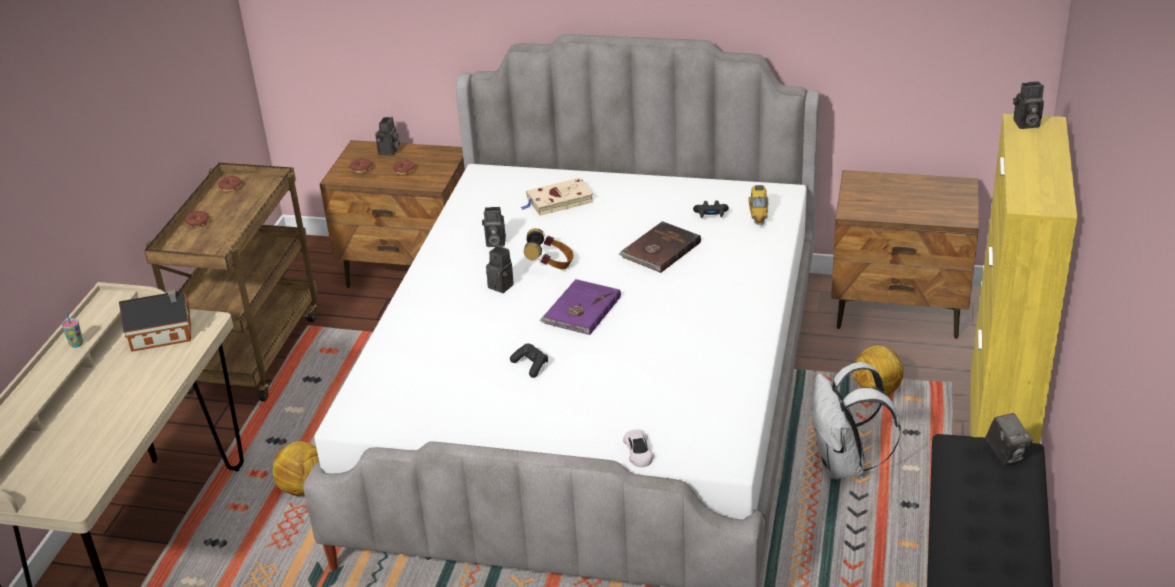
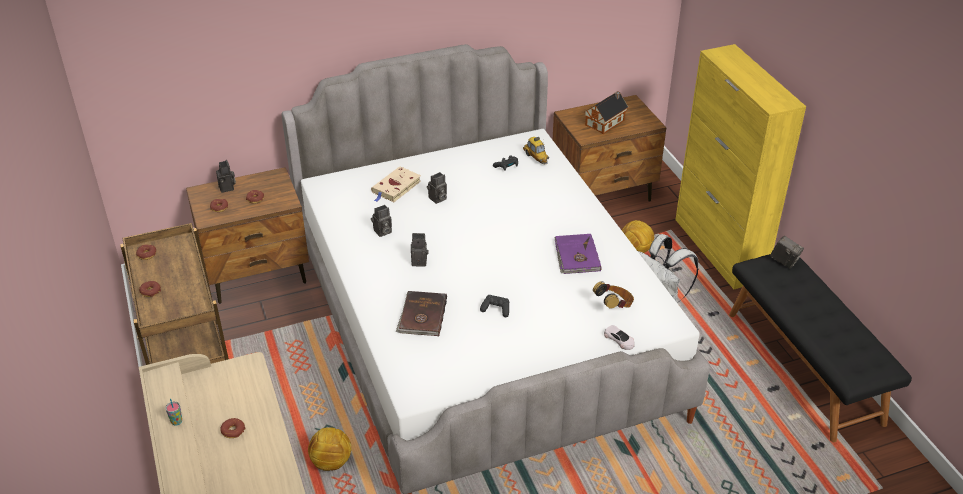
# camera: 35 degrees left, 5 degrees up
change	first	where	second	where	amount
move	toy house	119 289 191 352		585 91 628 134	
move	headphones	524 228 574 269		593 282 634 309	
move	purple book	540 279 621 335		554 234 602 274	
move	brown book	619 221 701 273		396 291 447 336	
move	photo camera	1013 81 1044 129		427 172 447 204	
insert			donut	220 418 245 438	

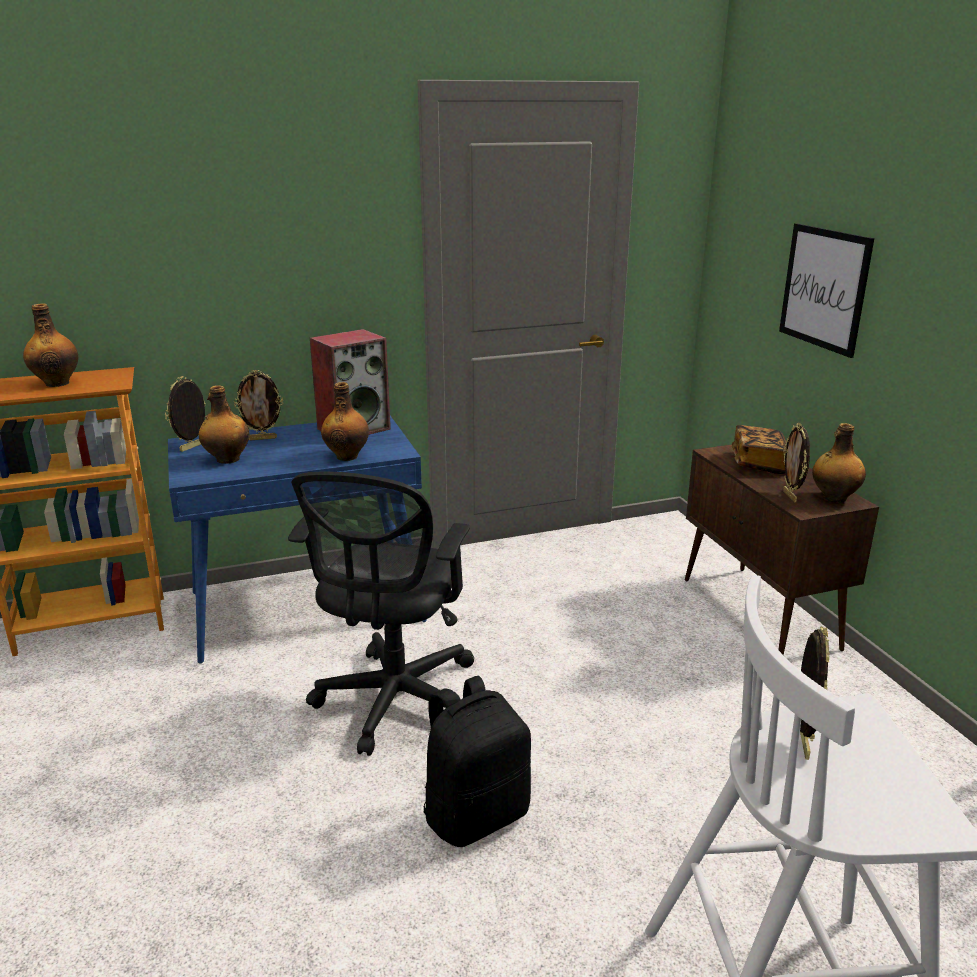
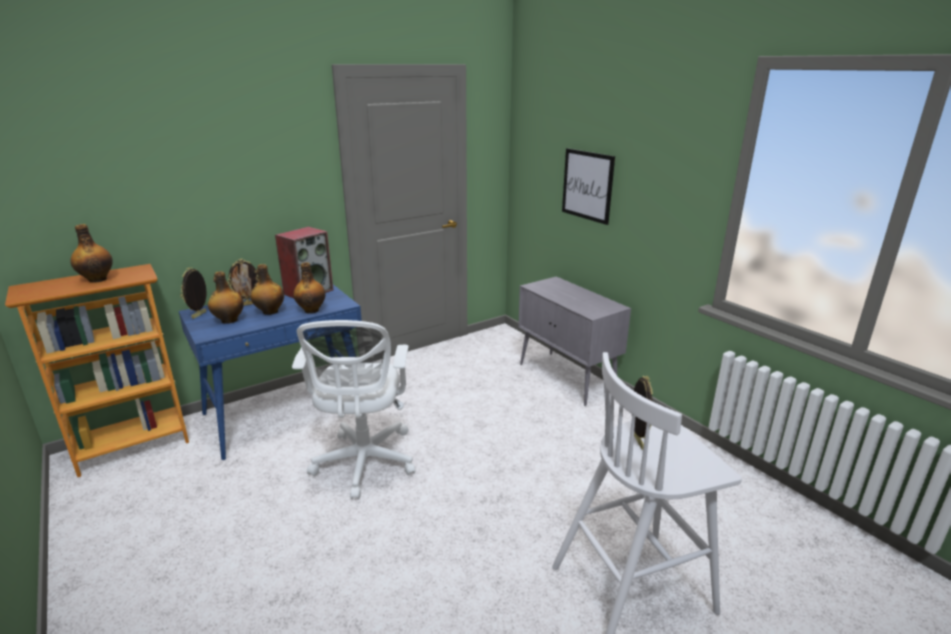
# camera: 15 degrees left, 0 degrees up
change	first	where	second	where	amount
recolor	black office chair	288 472 474 756	white office chair	292 320 415 499	
delete	black backpack	424 676 531 847			
recolor	brown cabinet	685 444 879 655	grey cabinet	518 276 631 406	
delete	book	732 425 786 474			
delete	picture frame	783 423 810 502			
move	bottle	812 423 866 503		251 264 284 315	

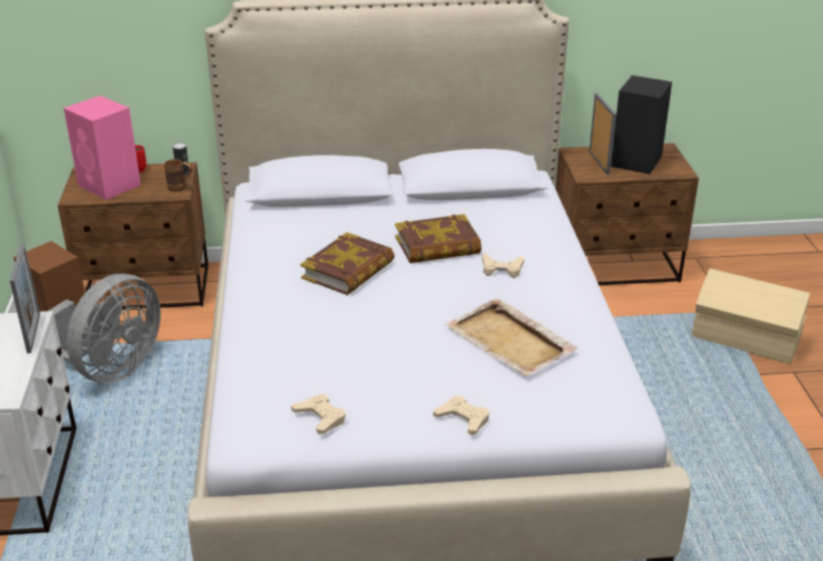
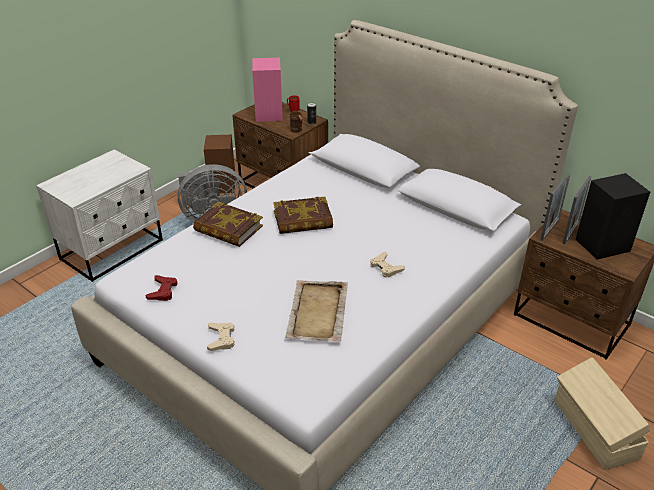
# camera: 45 degrees right, 5 degrees up
change	first	where	second	where	amount
move	picture frame	10 244 40 353		540 173 571 241	
recolor	beige game controller	291 394 346 434	red game controller	145 275 177 301	
move	book	395 214 481 263		193 201 263 247	

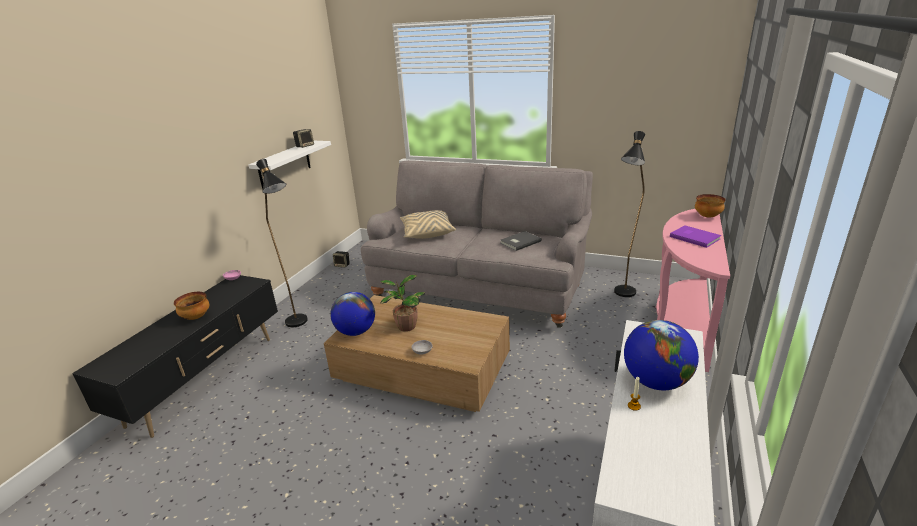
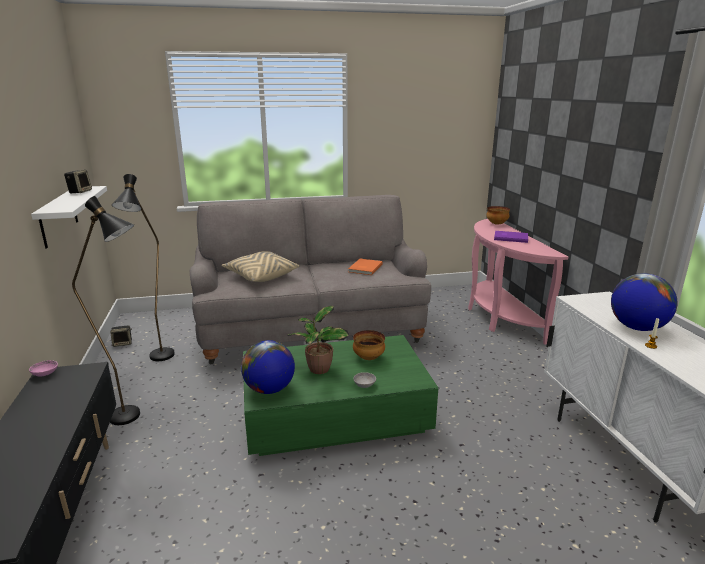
# camera: 35 degrees left, 5 degrees down
change	first	where	second	where	amount
move	bowl	174 292 209 320		353 330 385 360	
recolor	brown coffee table	324 295 510 412	green coffee table	243 335 438 456	
recolor	grey book	500 231 542 251	orange book	348 259 383 275	
move	black floor lamp	614 131 645 297		112 174 175 361	

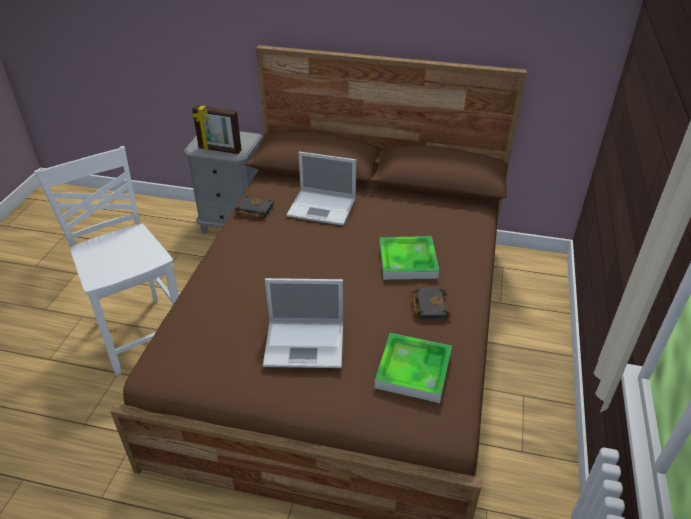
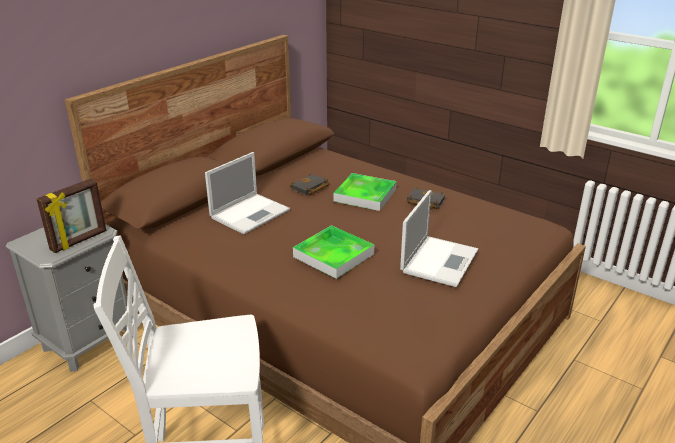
# camera: 65 degrees left, 10 degrees down
change	first	where	second	where	amount
move	black book	235 196 274 219		289 174 330 196	
move	tray	374 333 452 403		293 225 375 279	

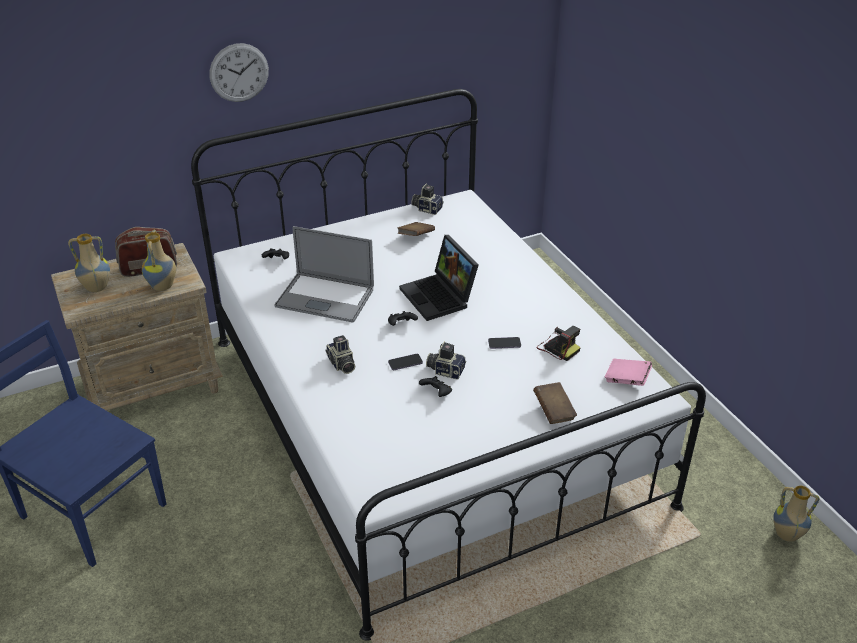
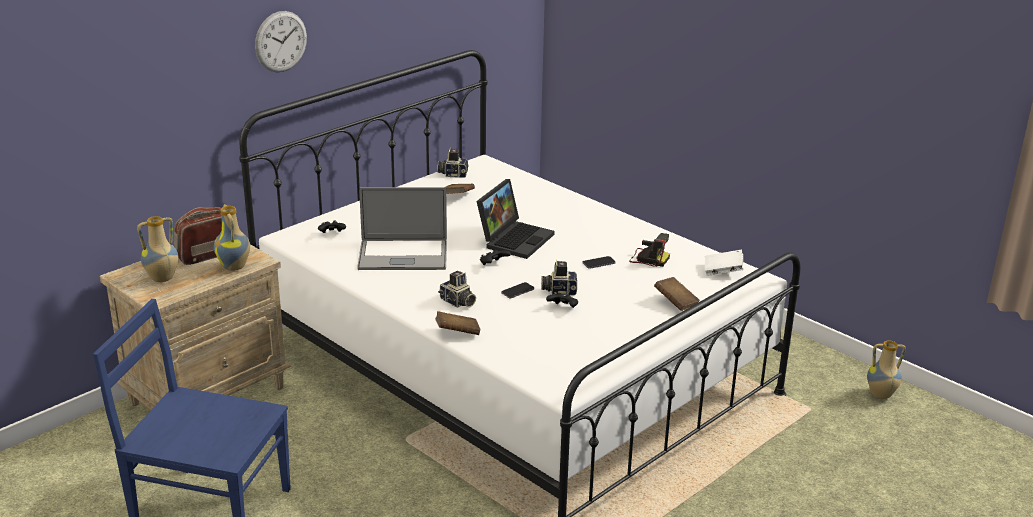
# camera: 20 degrees left, 10 degrees down
change	first	where	second	where	amount
rotate	laptop	399 235 479 321		476 179 555 259	105 degrees counterclockwise
recolor	pink book	605 359 652 386	white book	705 249 744 276	
insert			brown book	435 311 480 335	

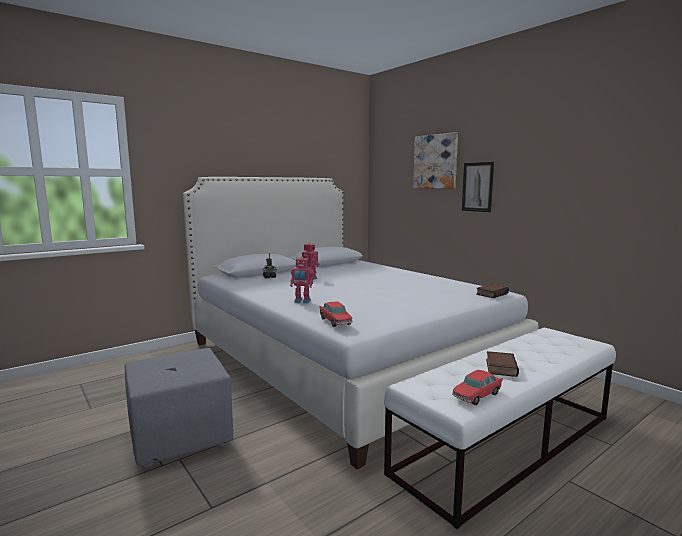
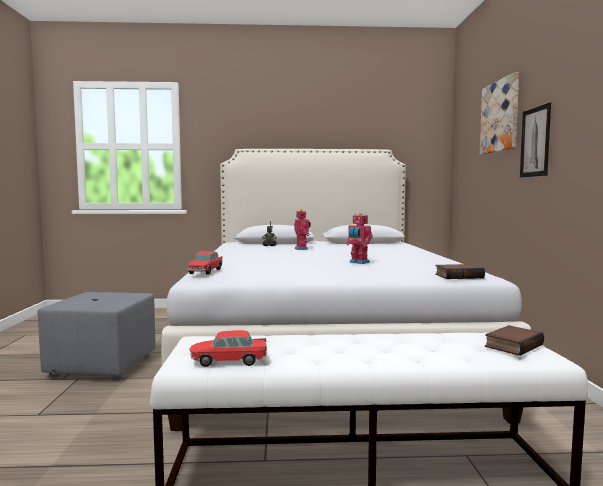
# camera: 35 degrees right, 5 degrees down
change	first	where	second	where	amount
move	toy robot	290 256 314 303		346 213 373 264	
move	book	486 351 519 377		485 325 544 356	

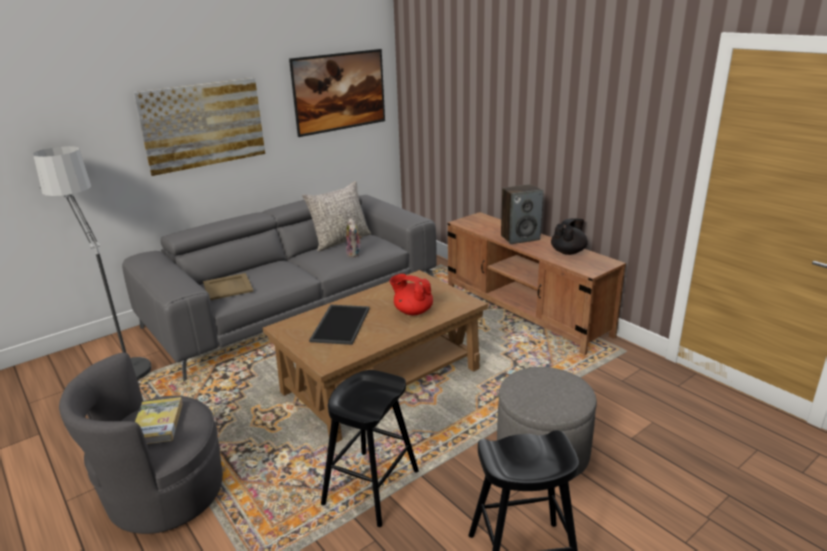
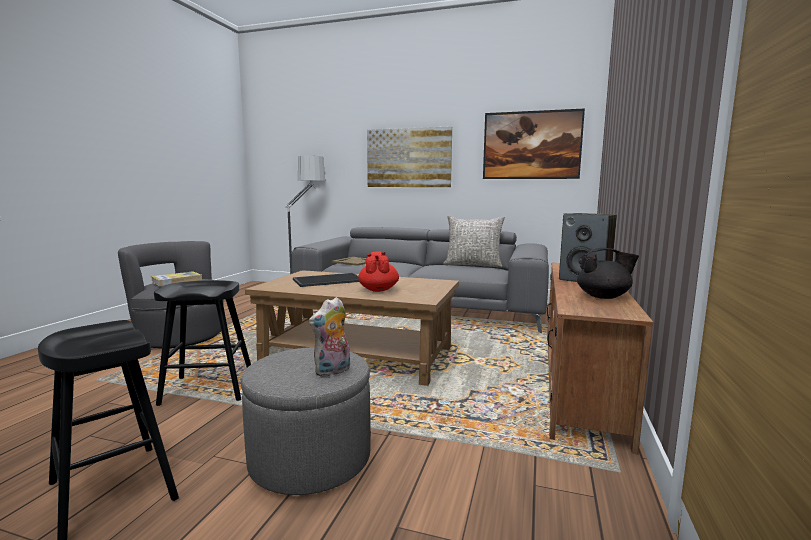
# camera: 55 degrees right, 15 degrees down
change	first	where	second	where	amount
move	plush toy	346 218 362 257		309 297 350 377	

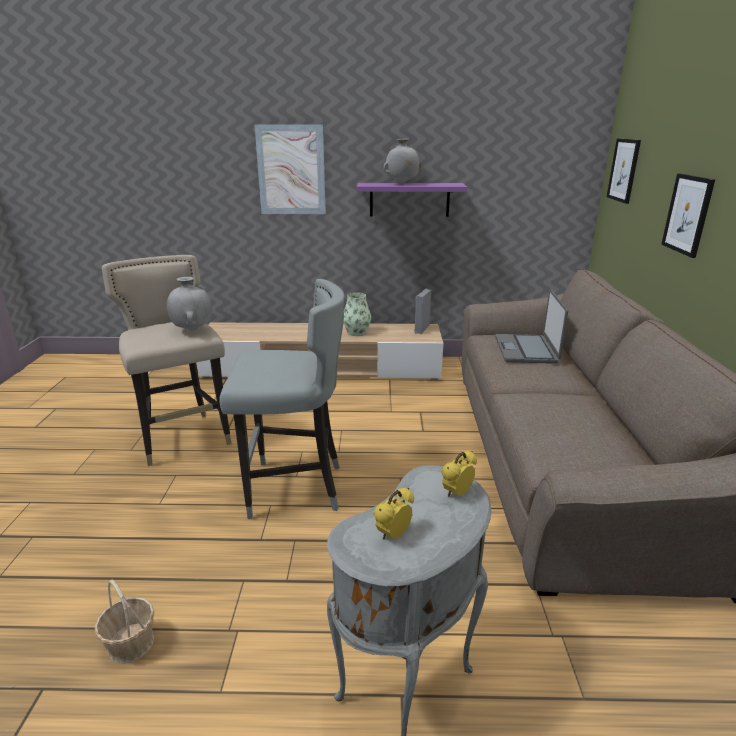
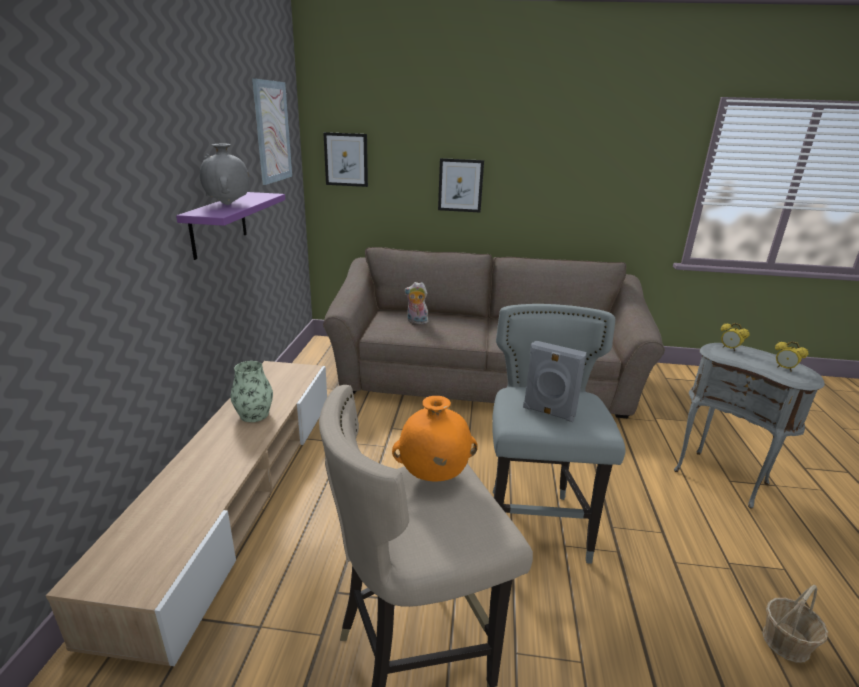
# camera: 85 degrees left, 0 degrees up
change	first	where	second	where	amount
recolor	grey vase	167 277 212 331	orange vase	392 396 478 482	
move	picture	254 125 326 214		252 78 292 185	
move	grey speaker	414 289 431 334		523 340 587 422	
replace	laptop	495 289 568 364	plush toy	404 282 428 324	

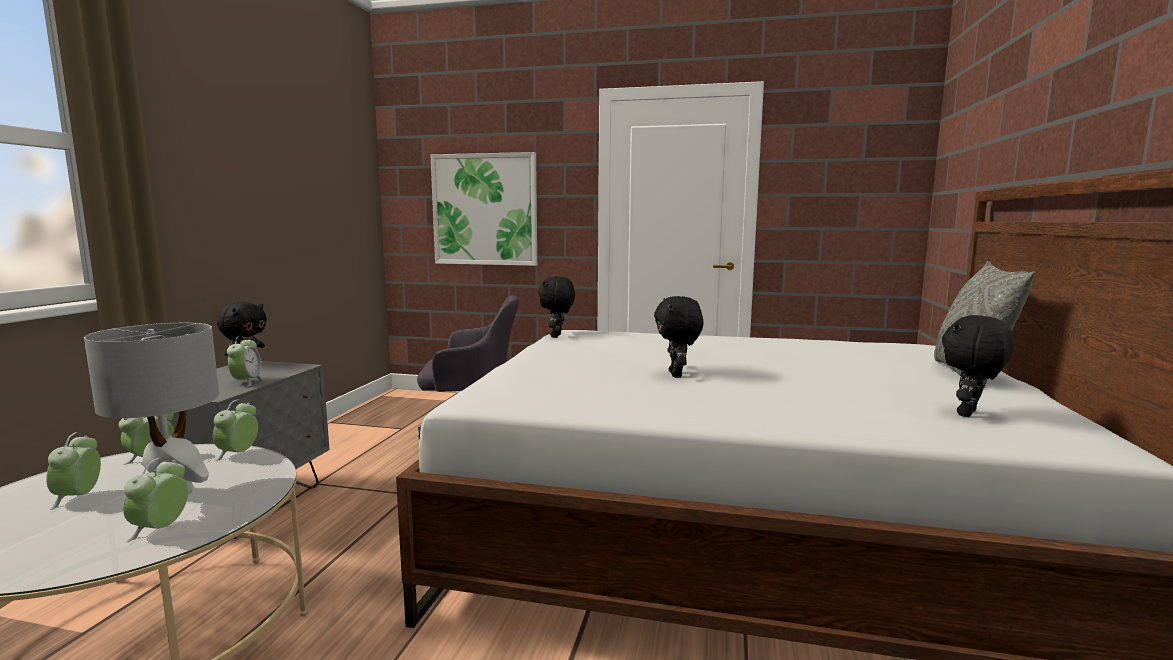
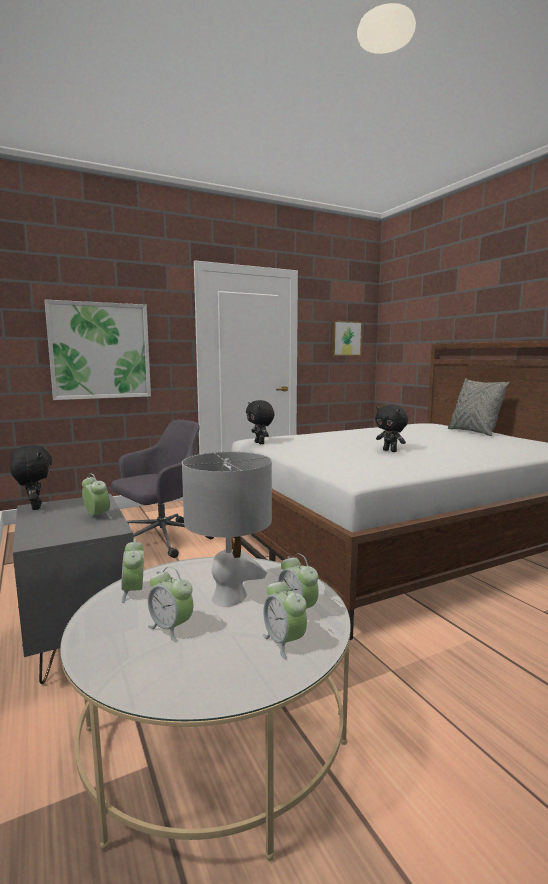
# camera: 40 degrees left, 0 degrees up
change	first	where	second	where	amount
move	alarm clock	213 399 258 461		263 578 307 659	
delete	black plush toy	942 315 1014 417			
insert			picture	331 321 362 356	

